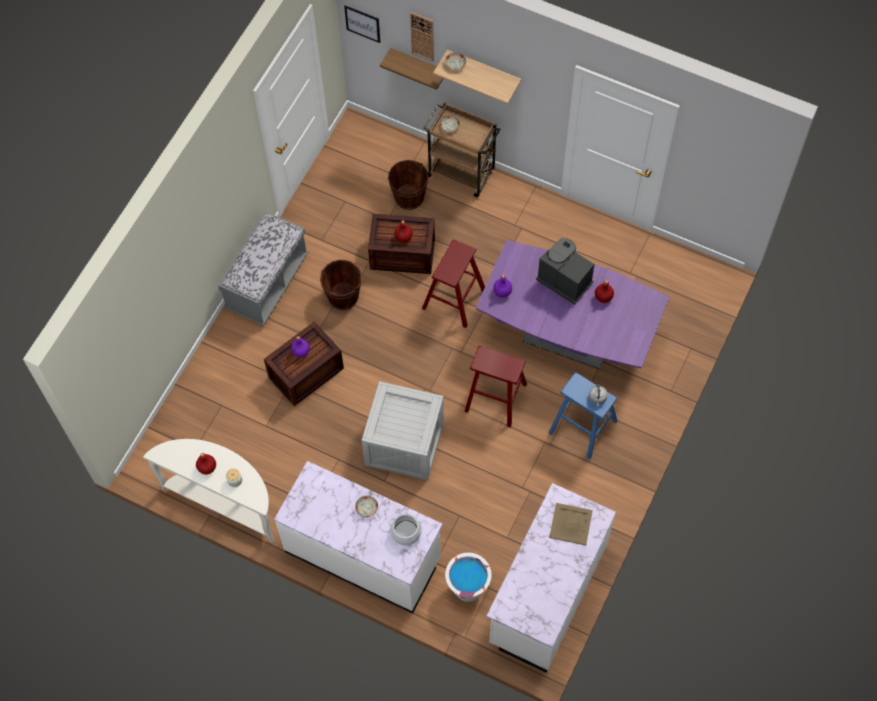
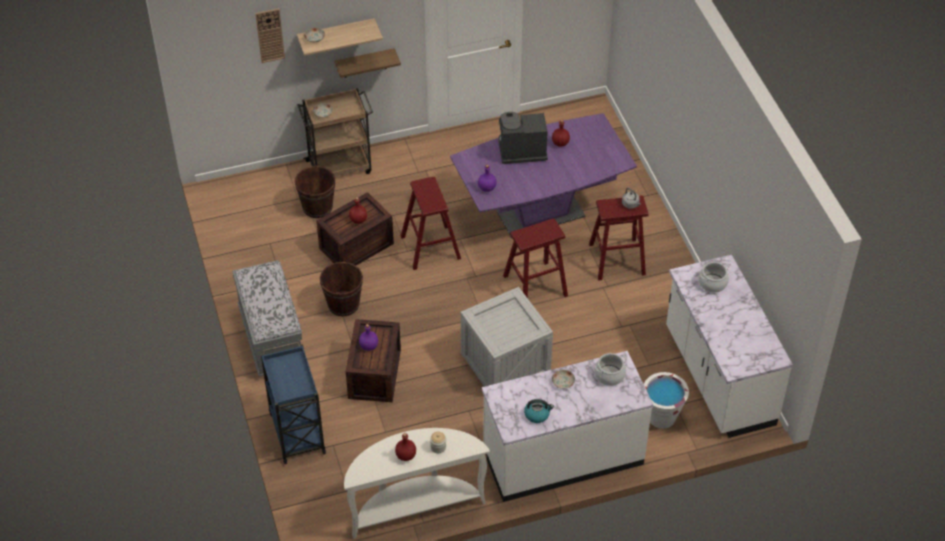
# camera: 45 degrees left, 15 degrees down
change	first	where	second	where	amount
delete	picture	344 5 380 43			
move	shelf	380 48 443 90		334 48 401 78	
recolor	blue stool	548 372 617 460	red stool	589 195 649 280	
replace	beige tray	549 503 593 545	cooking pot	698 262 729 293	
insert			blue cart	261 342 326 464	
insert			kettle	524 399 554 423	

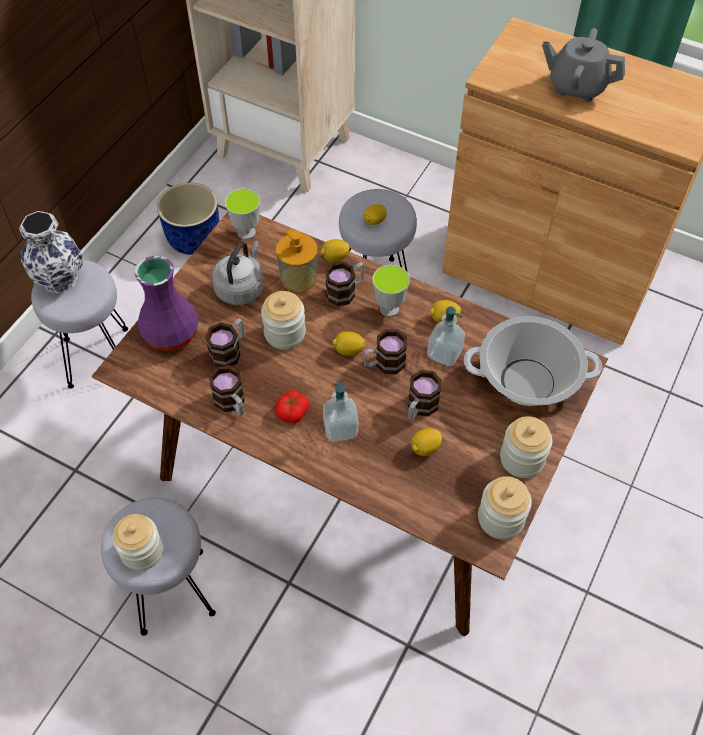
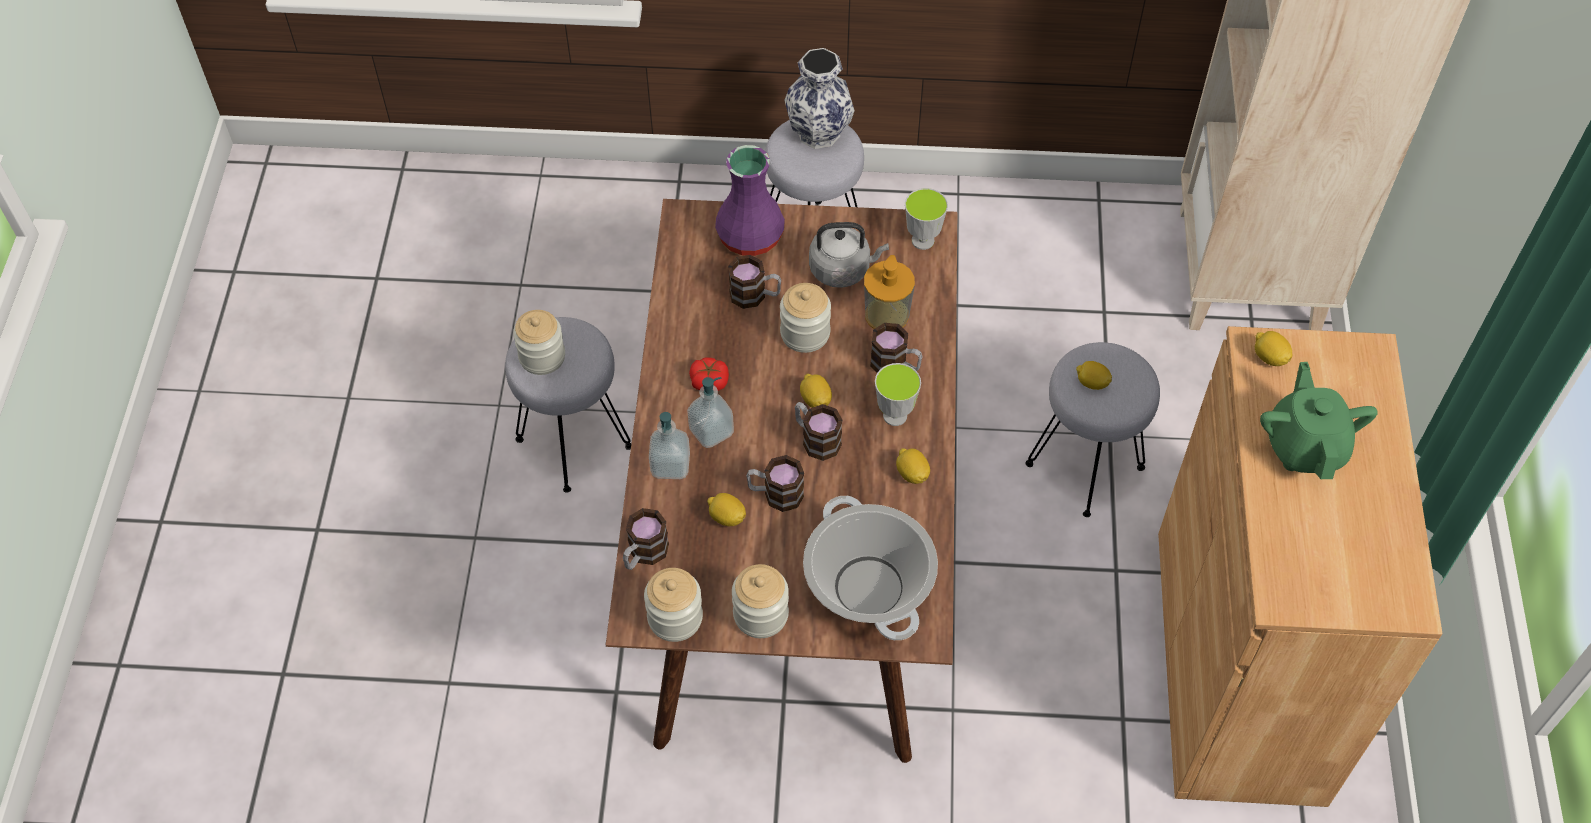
# camera: 65 degrees right, 0 degrees up
change	first	where	second	where	amount
delete	blue planter	157 183 219 255			
move	mug	209 365 245 416		623 508 669 570	
move	lemon	320 239 350 262		1255 331 1292 366	
move	soap dispenser	427 307 465 366		649 412 690 479	
recolor	grey teapot	542 28 625 102	green teapot	1260 362 1378 479	

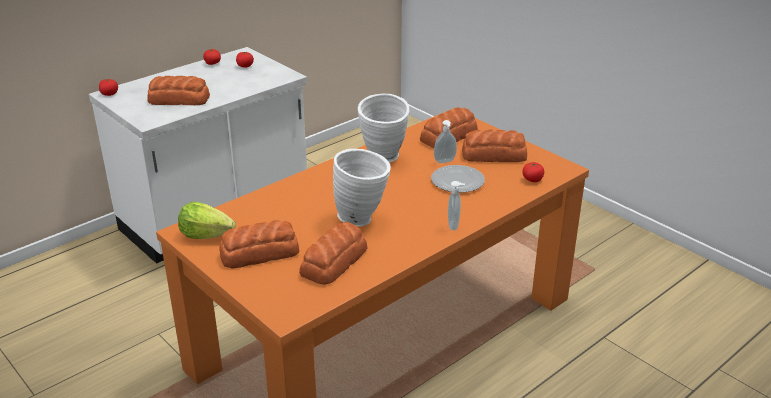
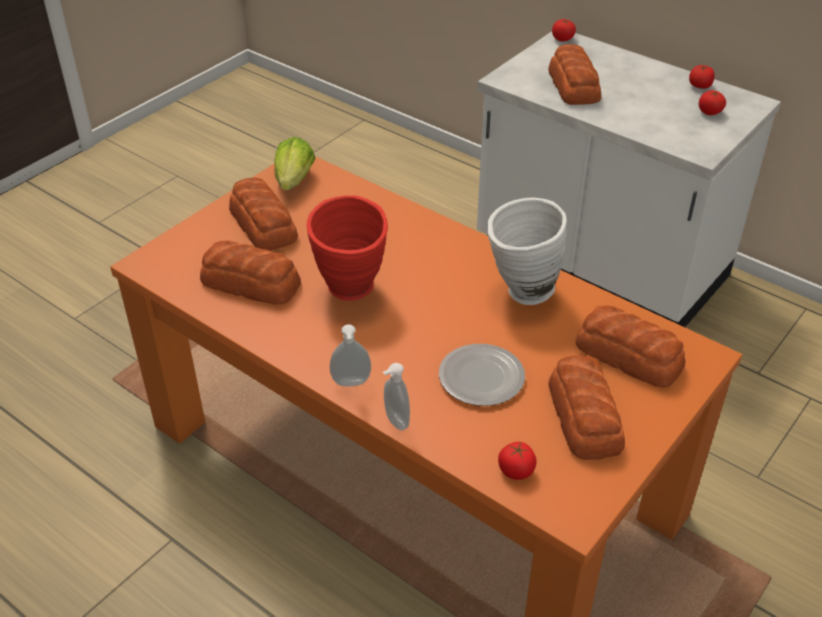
# camera: 80 degrees right, 10 degrees up
change	first	where	second	where	amount
recolor	white vase	333 149 391 227	red vase	307 195 388 301	
move	soap dispenser	434 120 457 163		383 363 410 430	

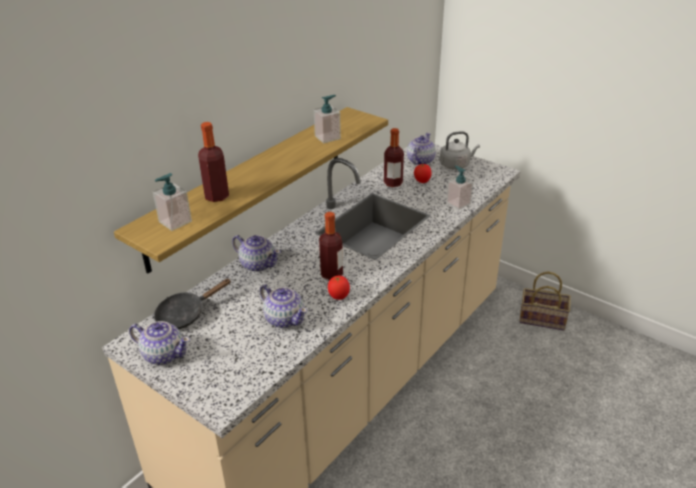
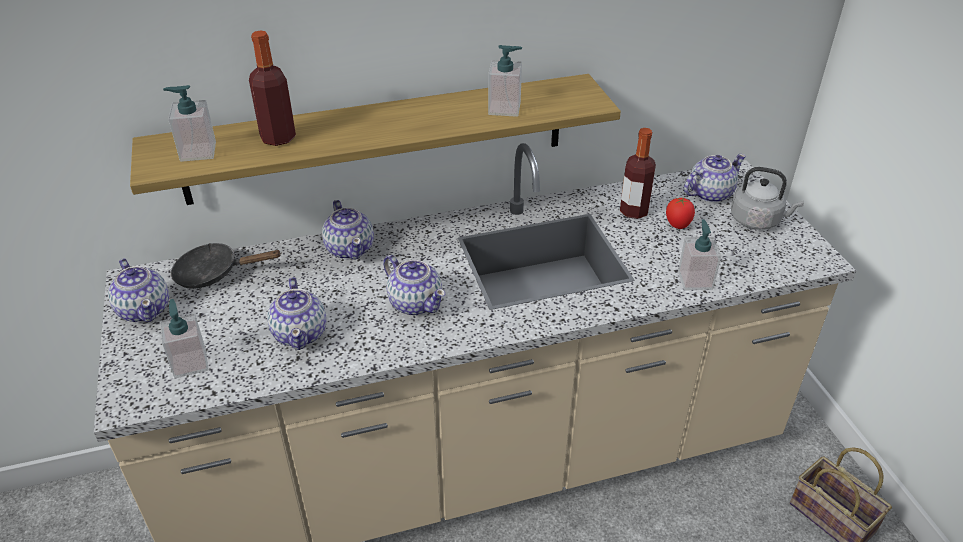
# camera: 35 degrees right, 5 degrees up
change	first	where	second	where	amount
replace	bottle	319 212 343 280	teapot	383 255 445 315	
delete	tomato	328 276 350 300			
insert			soap dispenser	160 299 209 378	

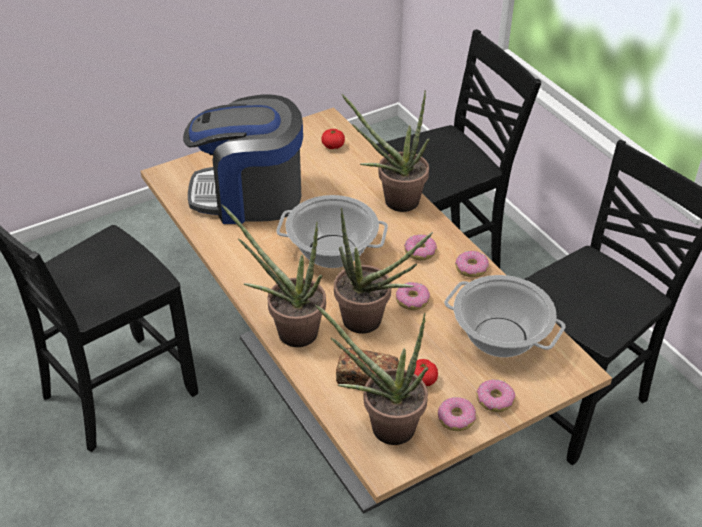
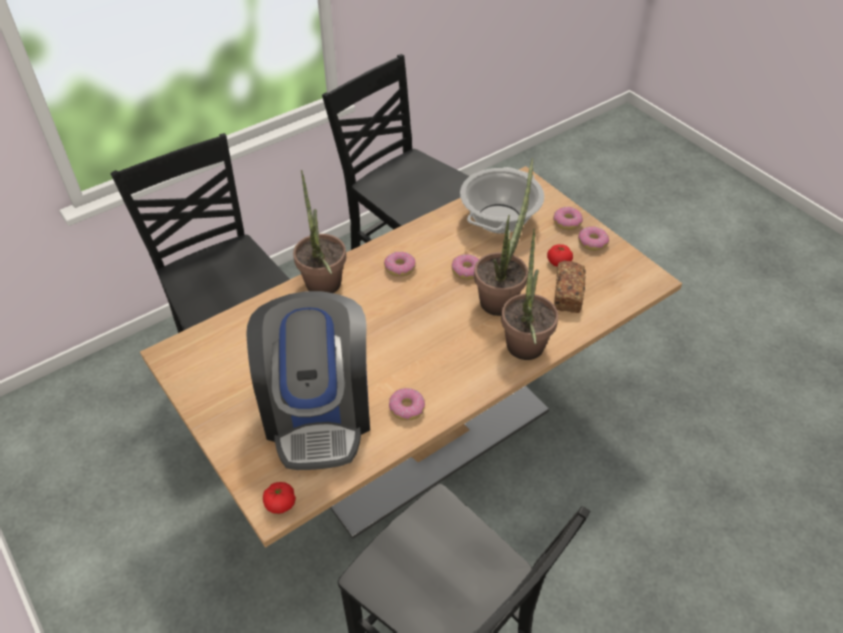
# camera: 95 degrees left, 5 degrees up
change	first	where	second	where	amount
delete	cooking pot	276 195 388 268			
delete	potted plant	315 305 428 445			
move	tomato	321 129 345 149		263 482 296 514	
move	donut	455 251 489 278		389 388 425 421	

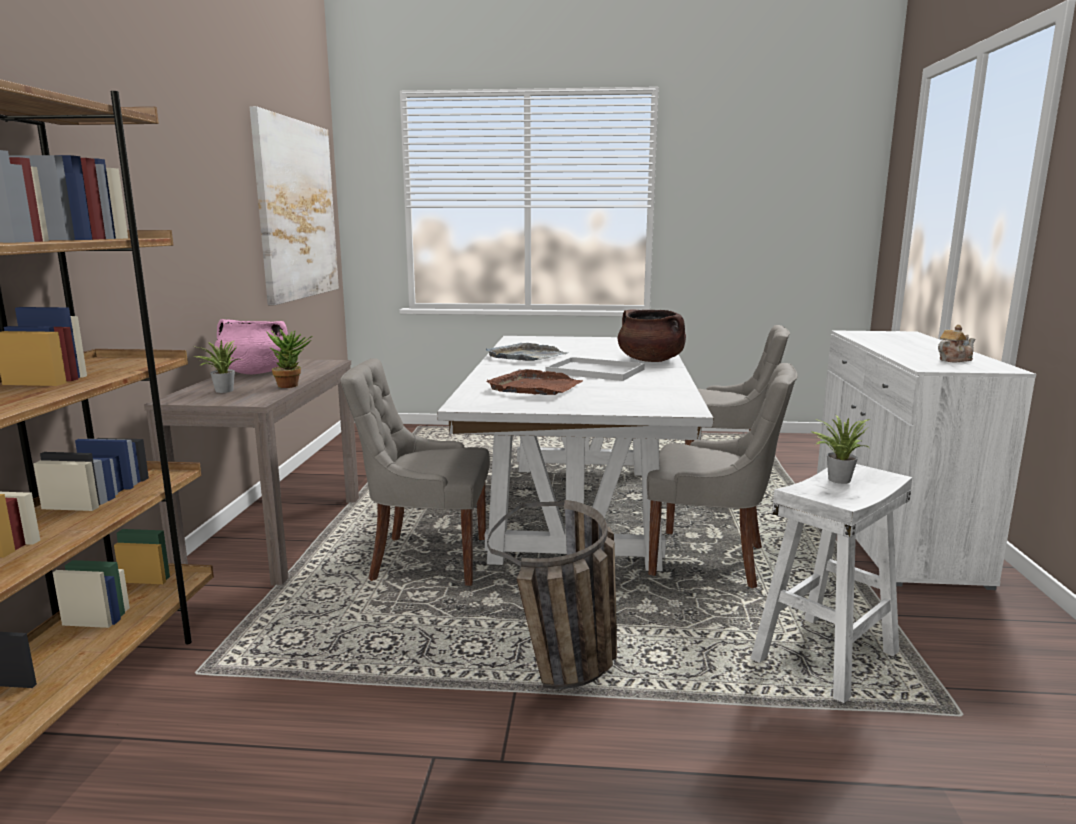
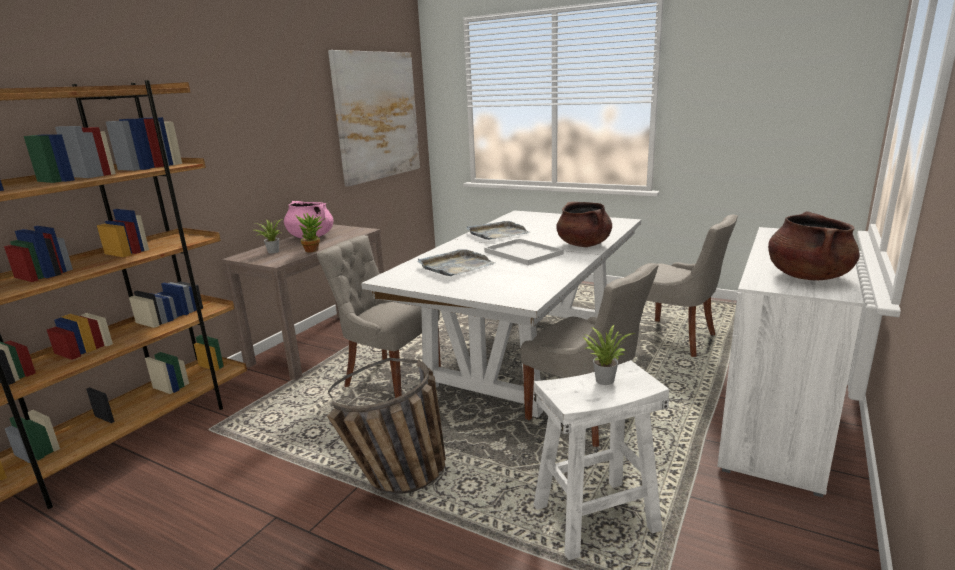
# camera: 25 degrees right, 5 degrees up
change	first	where	second	where	amount
recolor	brown tray	486 369 583 395	grey tray	417 249 495 276	
replace	teapot	938 325 976 362	brown cooking pot	768 211 860 280	

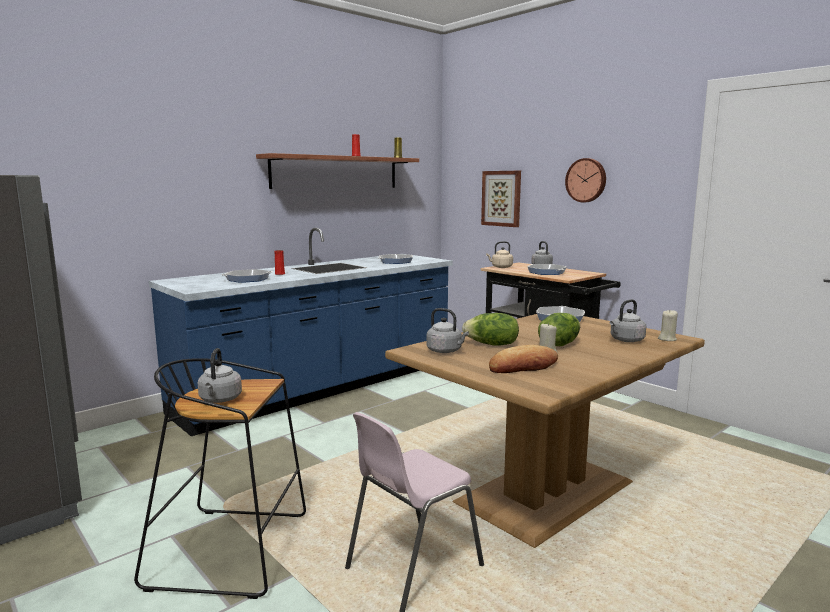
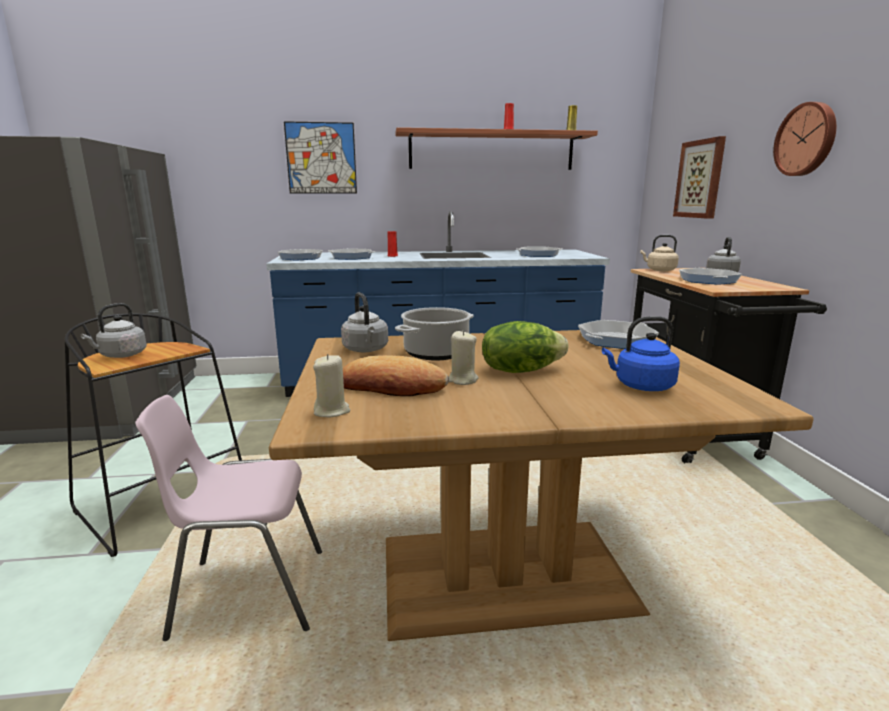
# camera: 35 degrees right, 5 degrees up
change	first	where	second	where	amount
replace	lettuce	462 313 519 346	cooking pot	395 307 473 360	
recolor	grey kettle	610 299 646 342	blue kettle	602 316 680 391	
move	beige candle	658 310 678 341		313 354 350 417	
insert			frying pan	278 249 323 260	
insert			picture	284 121 357 194	

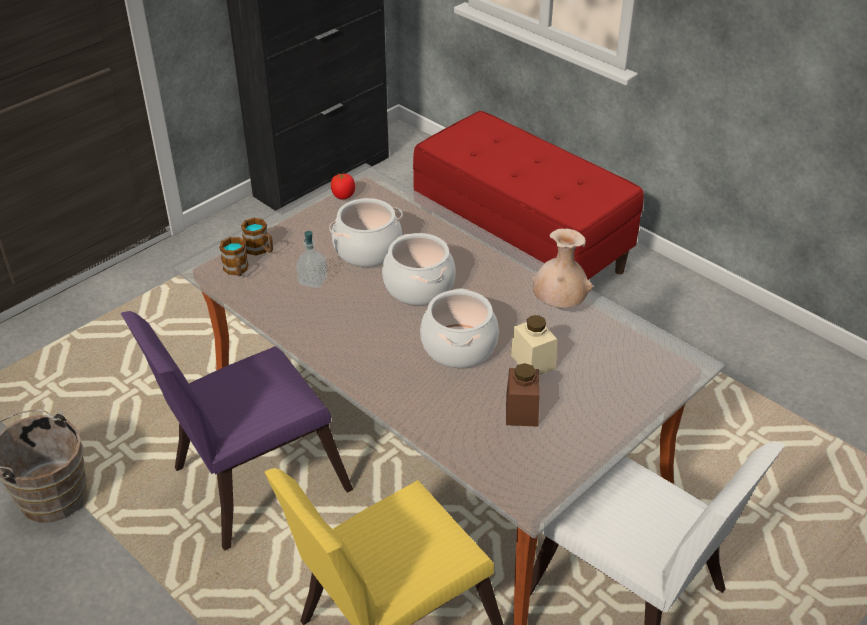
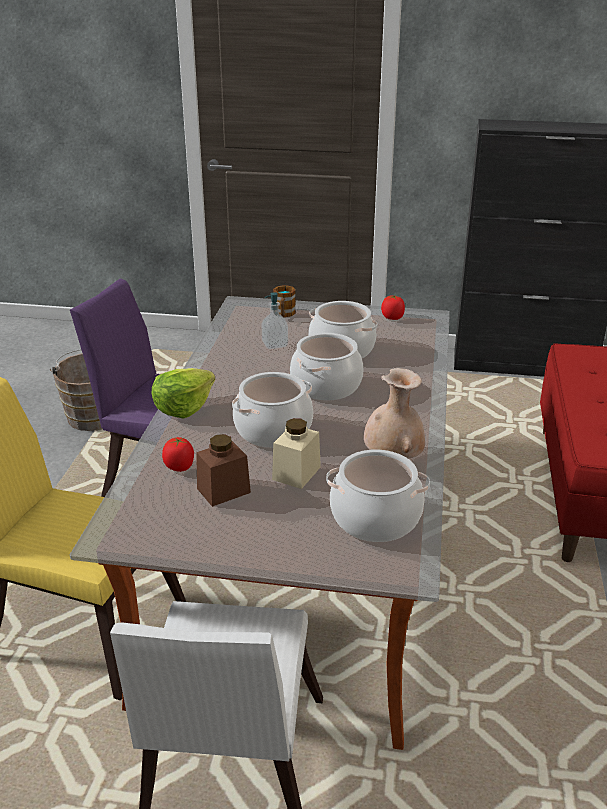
# camera: 55 degrees right, 10 degrees down
change	first	where	second	where	amount
delete	mug	219 237 249 276			
insert			lettuce	152 368 215 419	
insert			tomato	162 437 194 472	
insert			cooking pot	326 450 430 542	

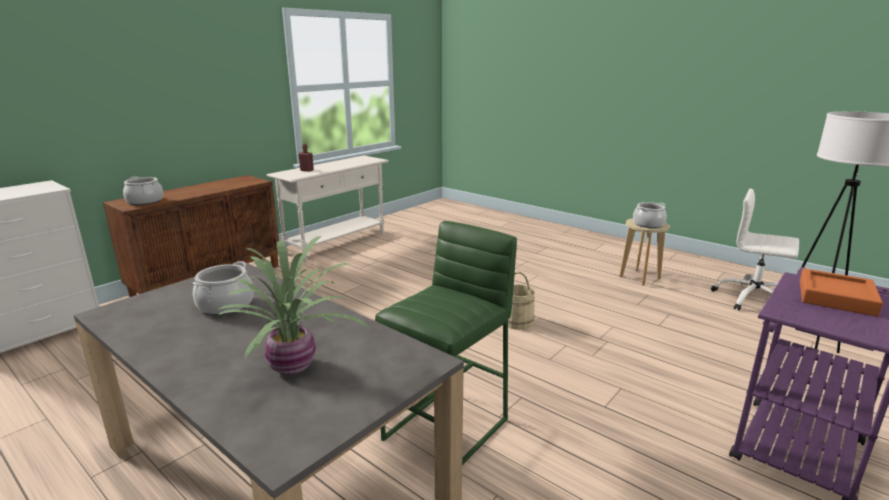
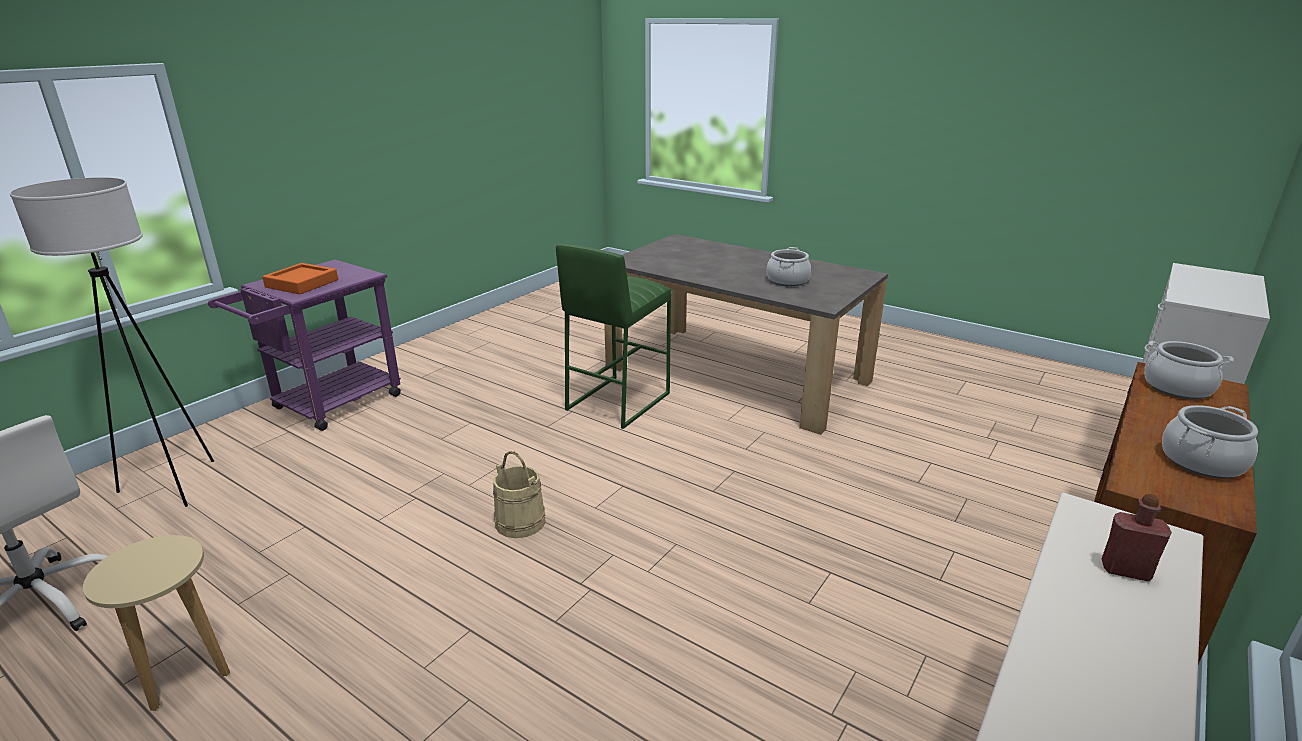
# camera: 175 degrees right, 5 degrees up
change	first	where	second	where	amount
delete	potted plant	216 236 369 375			
move	cooking pot	633 202 667 228		1162 405 1258 479	

